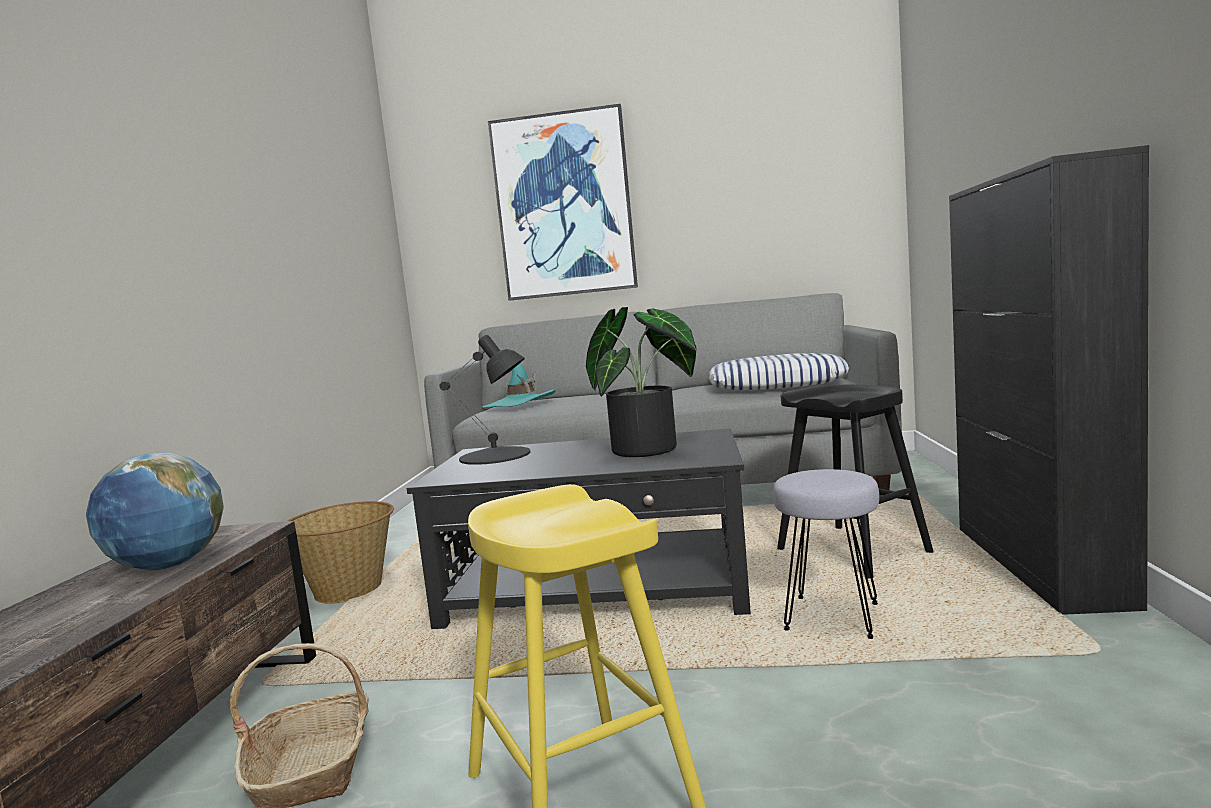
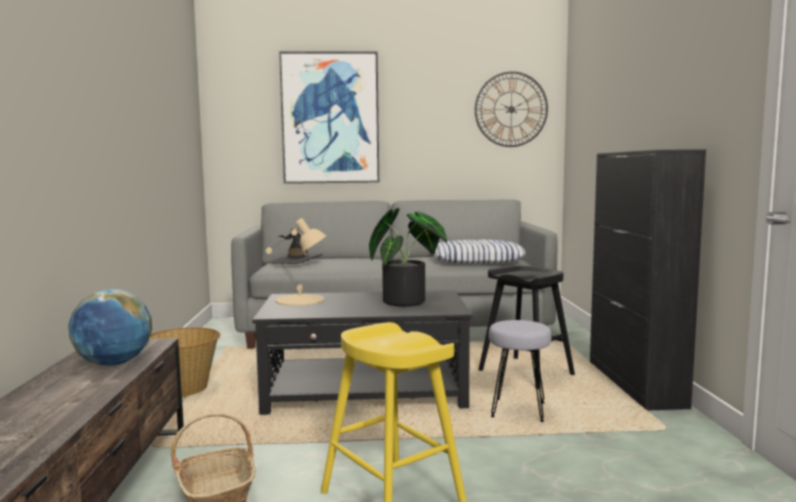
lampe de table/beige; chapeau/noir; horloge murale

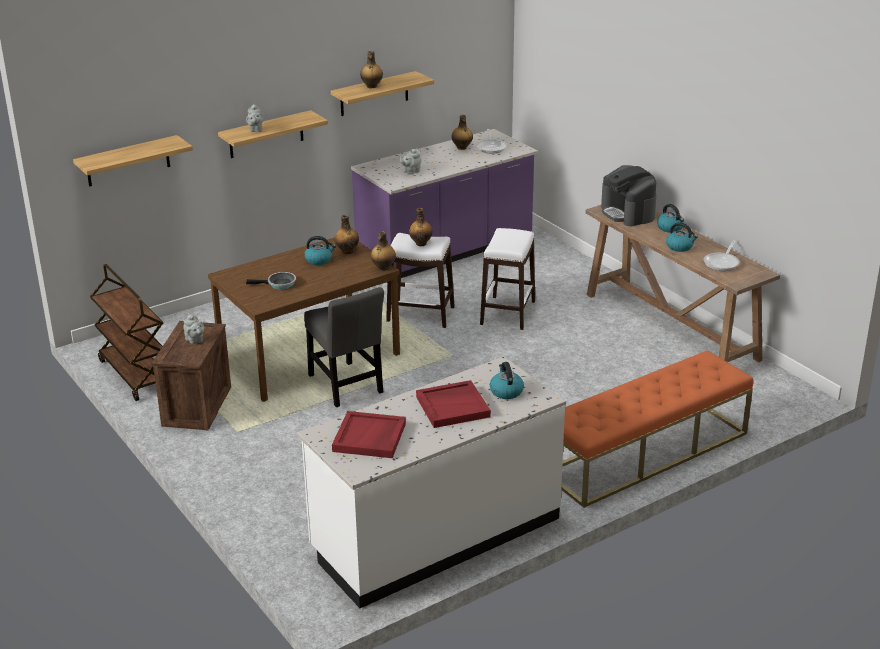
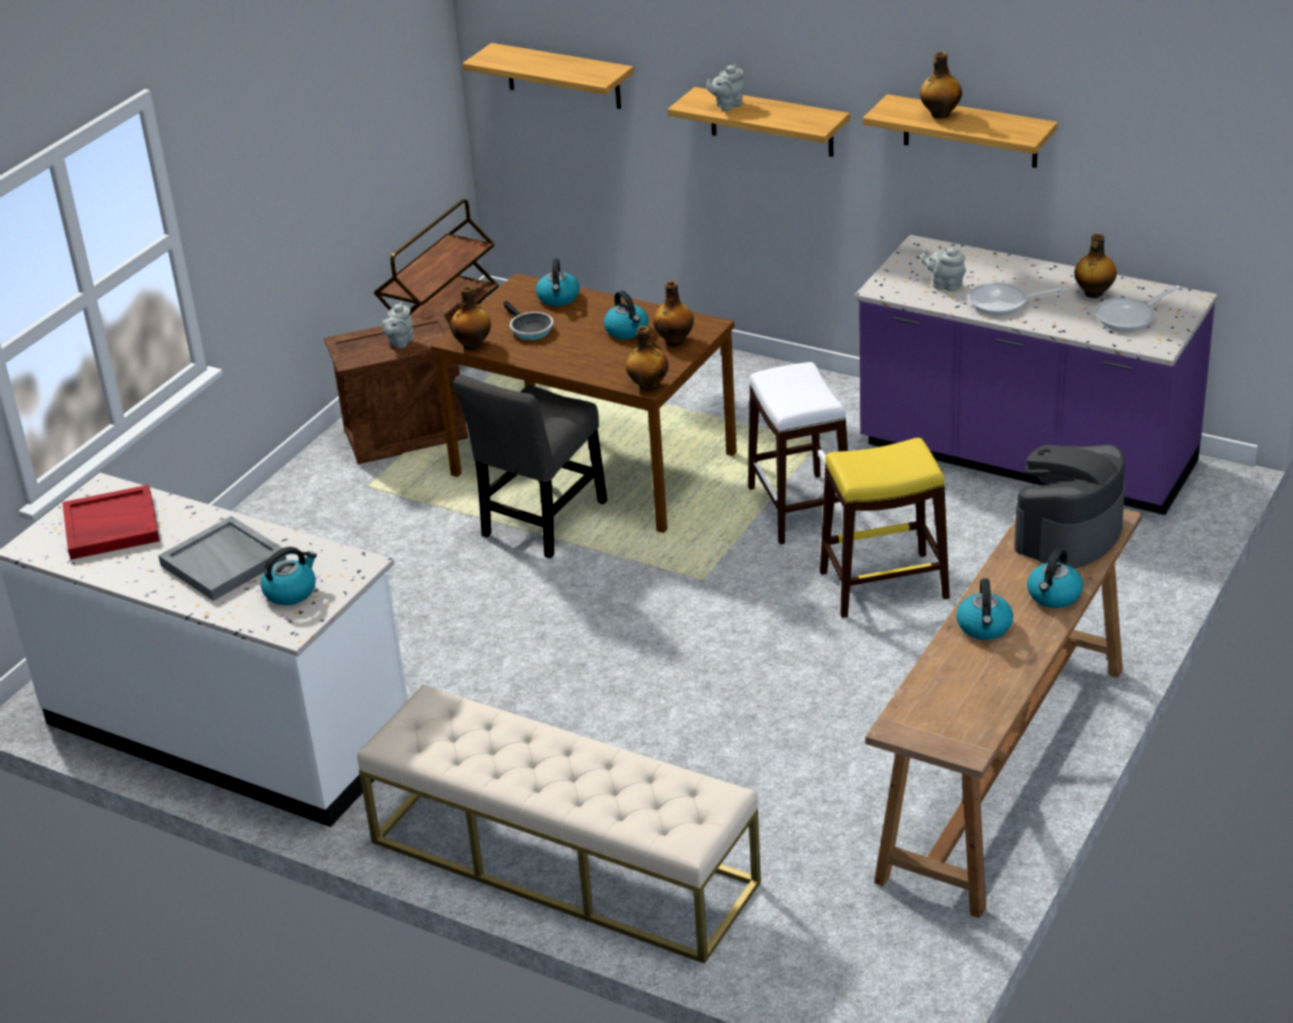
bouteille (no. 1 from left); plateau/gris; tabouret/jaune; banc/beige; poêle (no. 2 from left); bouilloire (no. 2 from left)

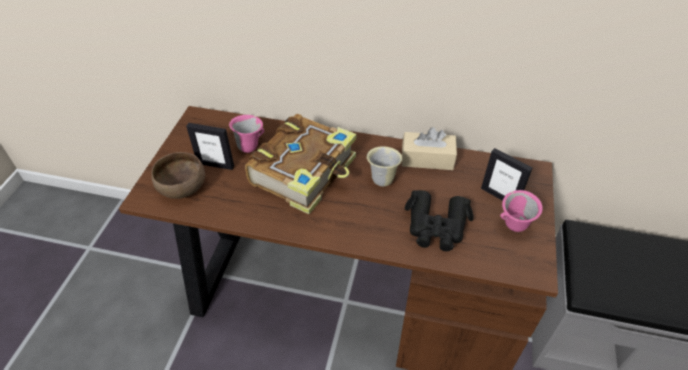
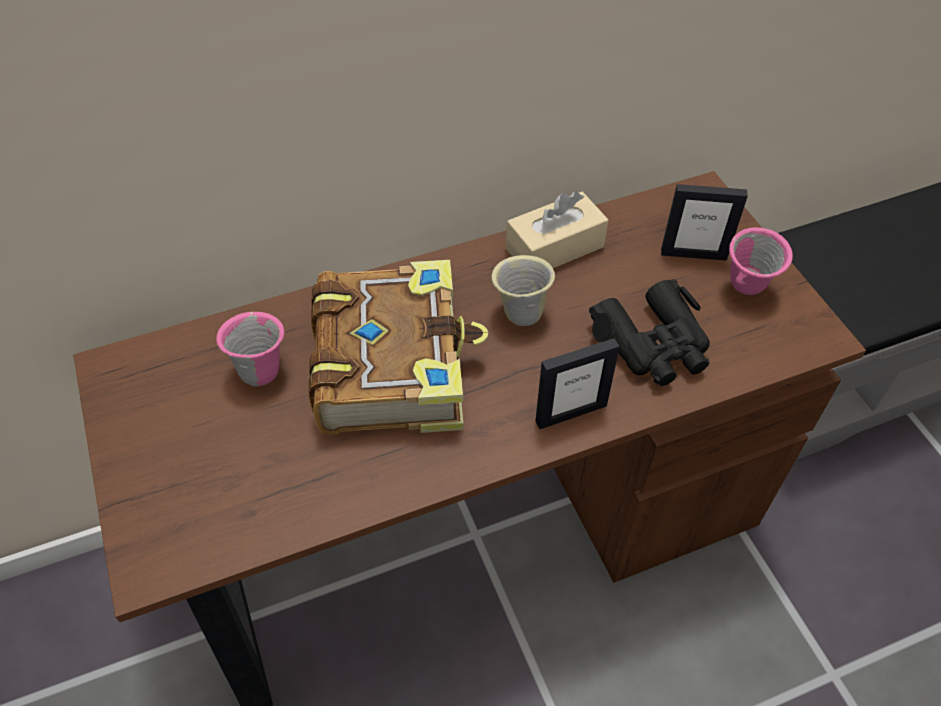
bol/marron; cadre photo (no. 1 from left)

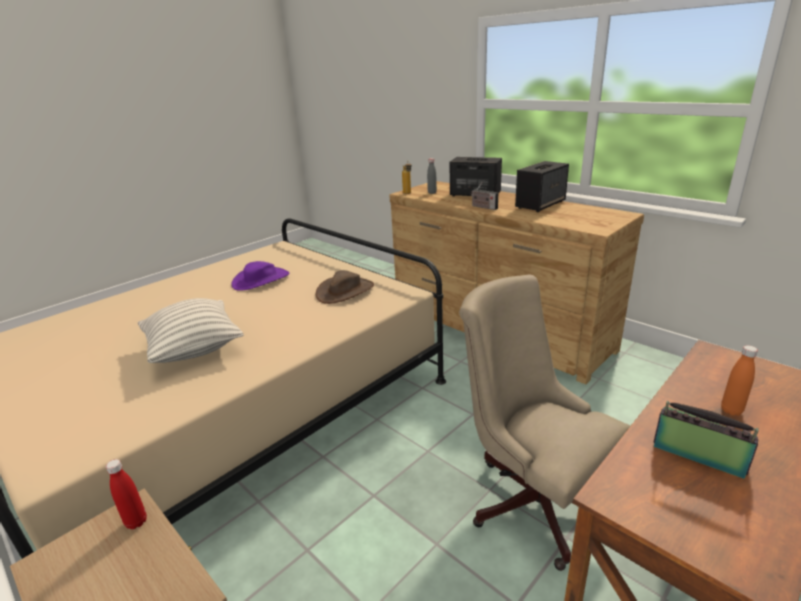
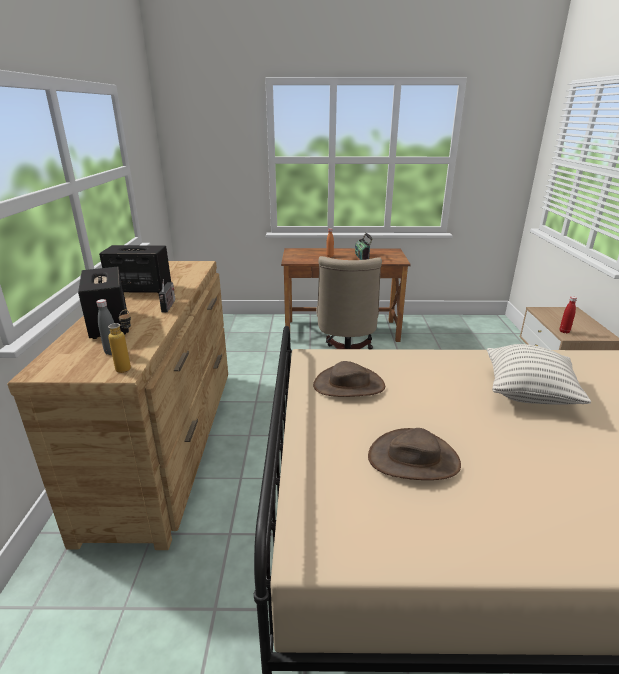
chapeau/marron (no. 2 from left)

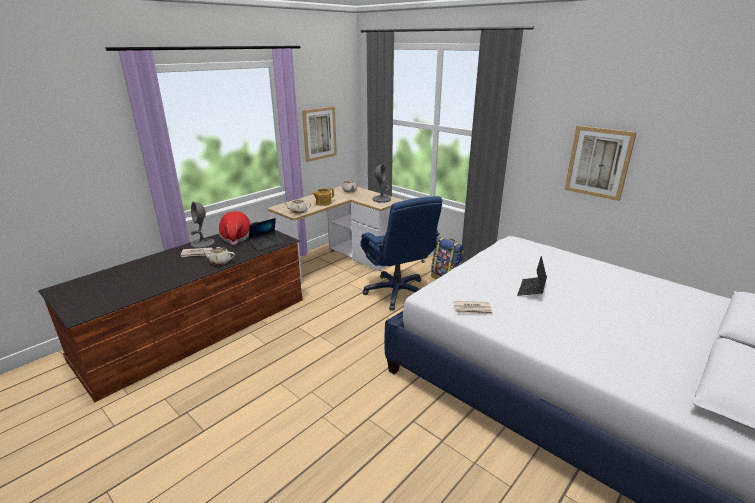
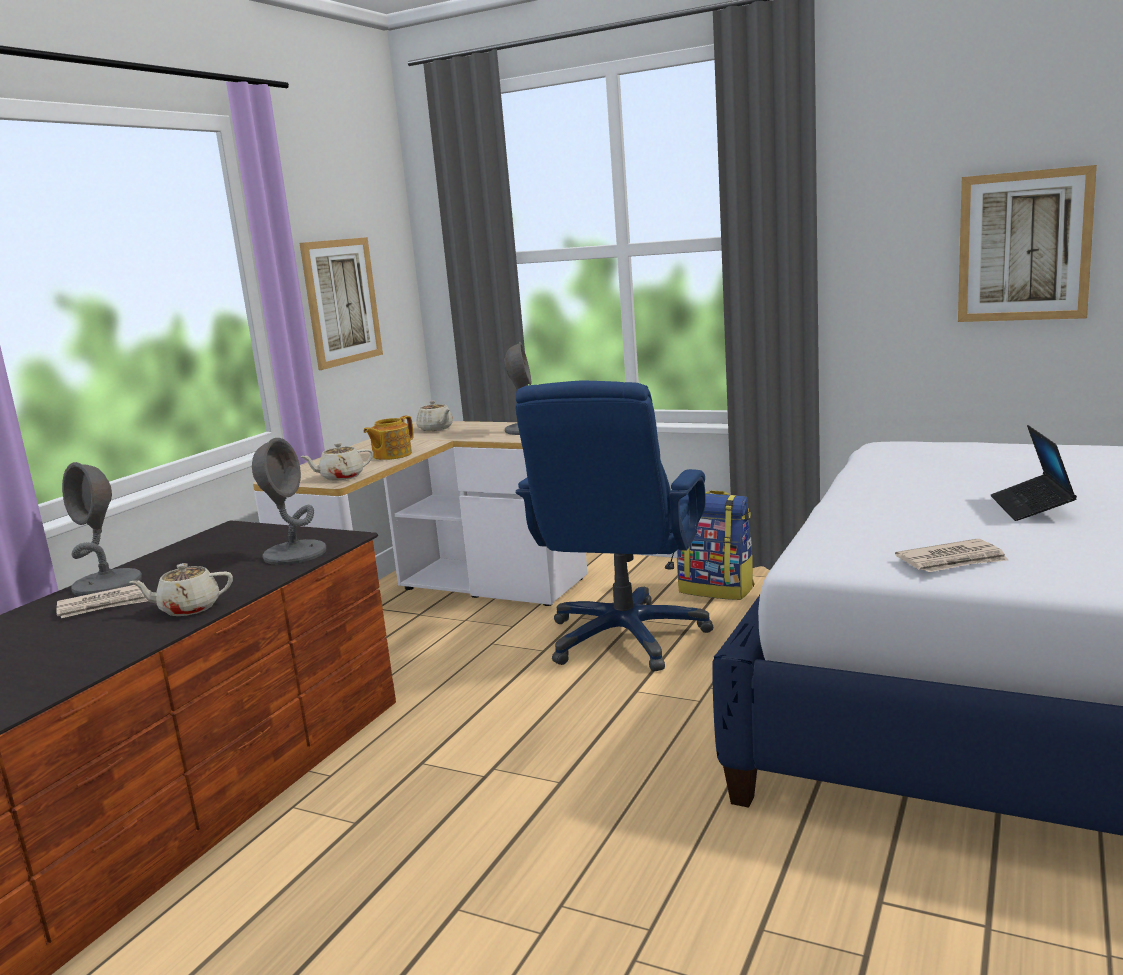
chapeau; lampe de table/gris (no. 2 from left); chaise de bureau/bleu

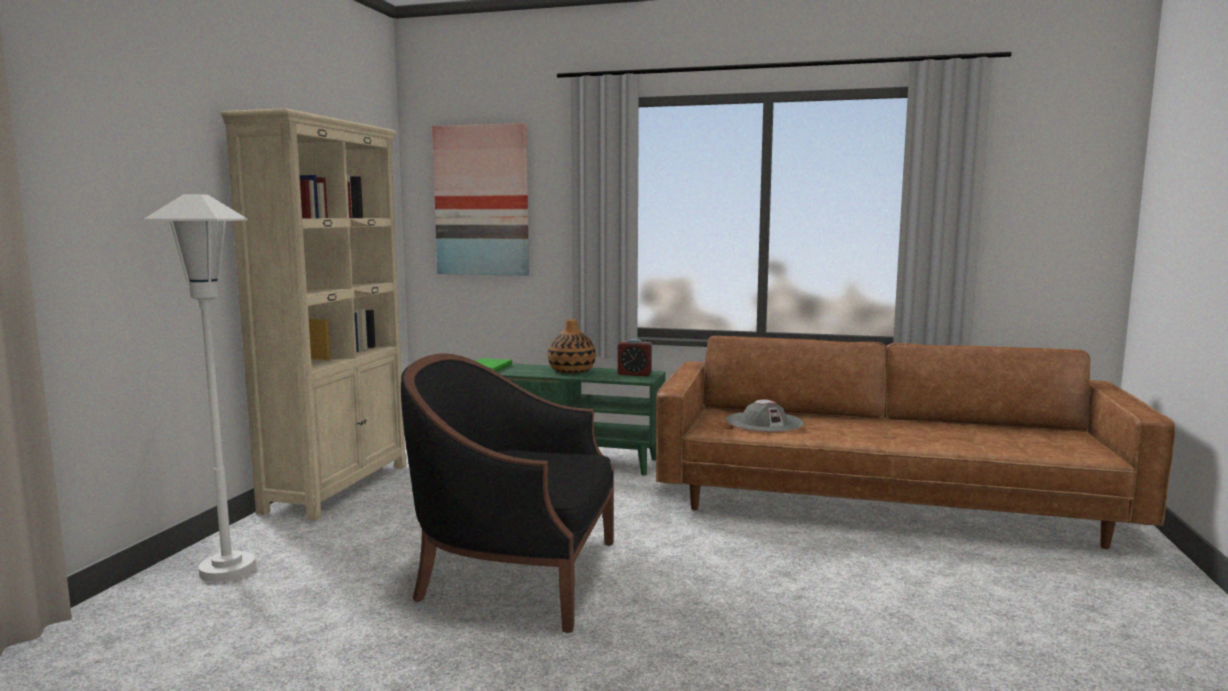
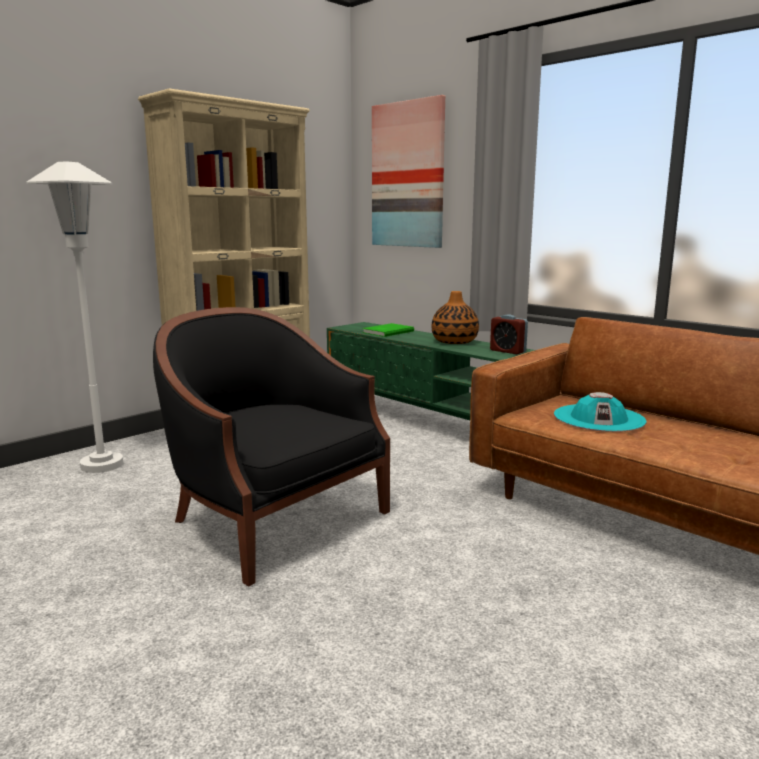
chapeau/turquoise

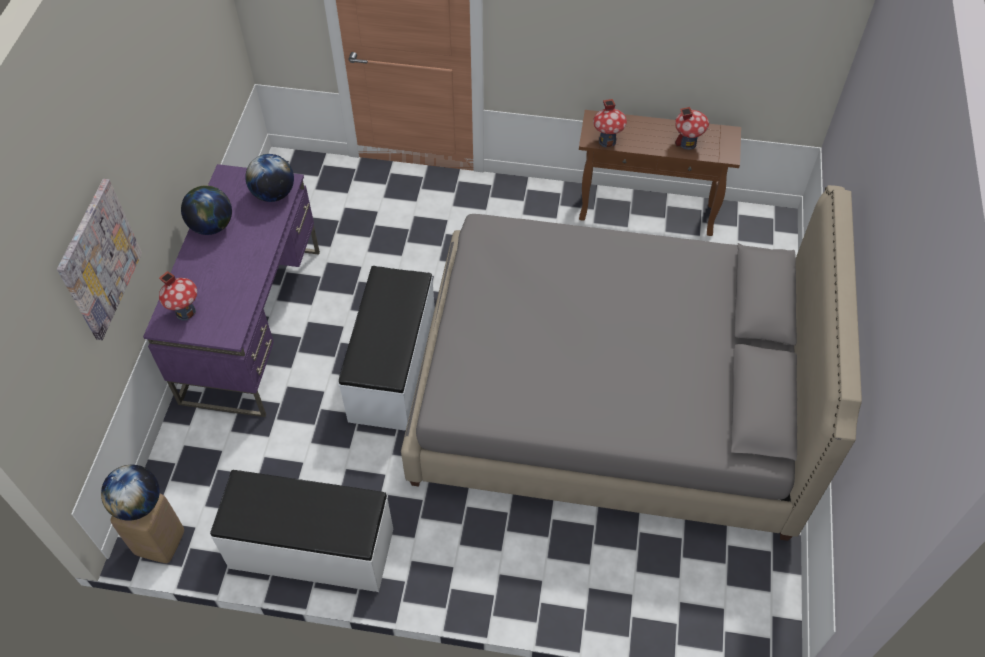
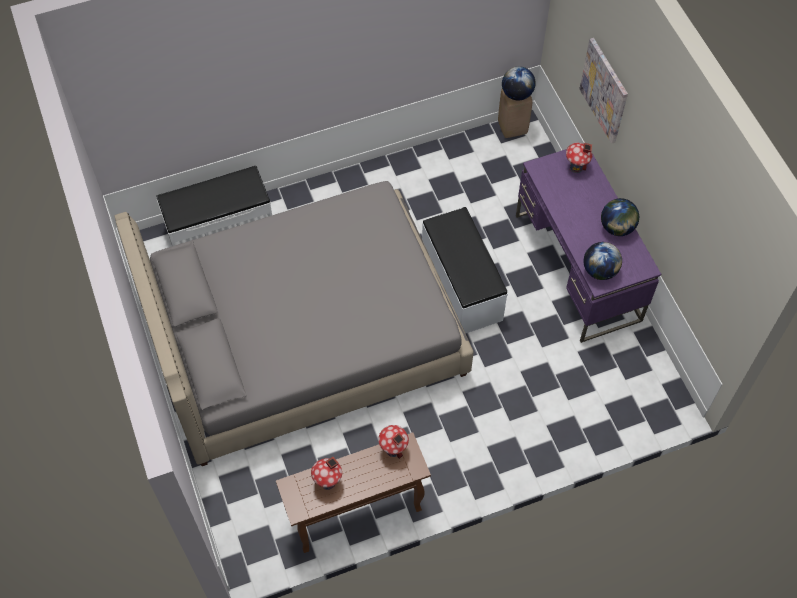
banc/blanc (no. 1 from left)

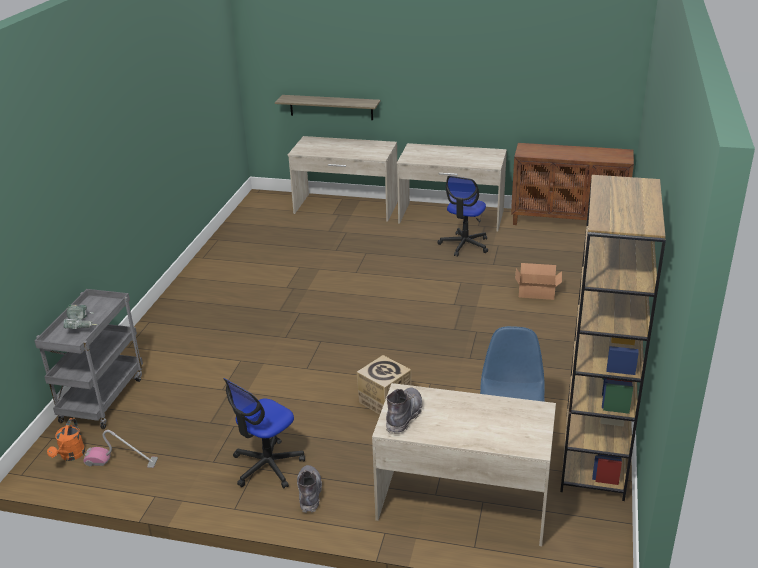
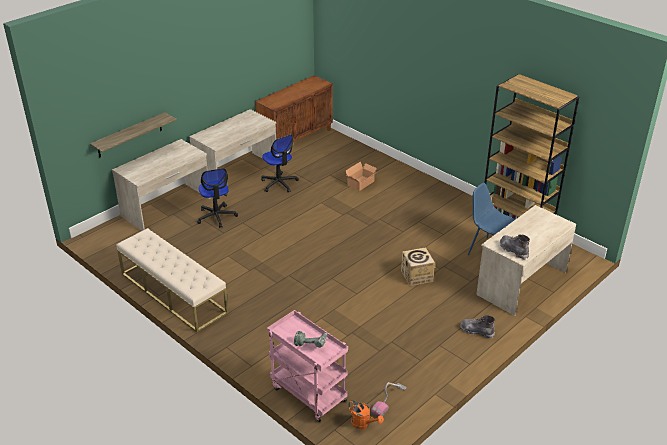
chariot/rose; chaise de bureau (no. 1 from left); banc/beige

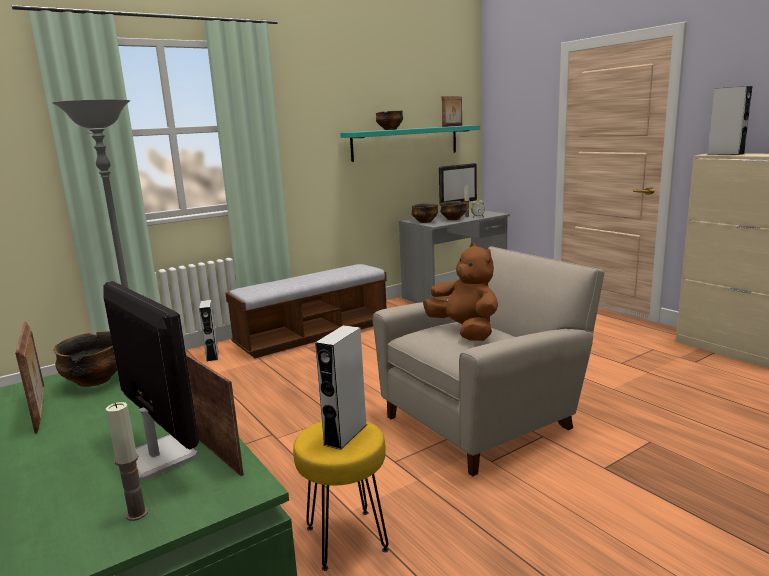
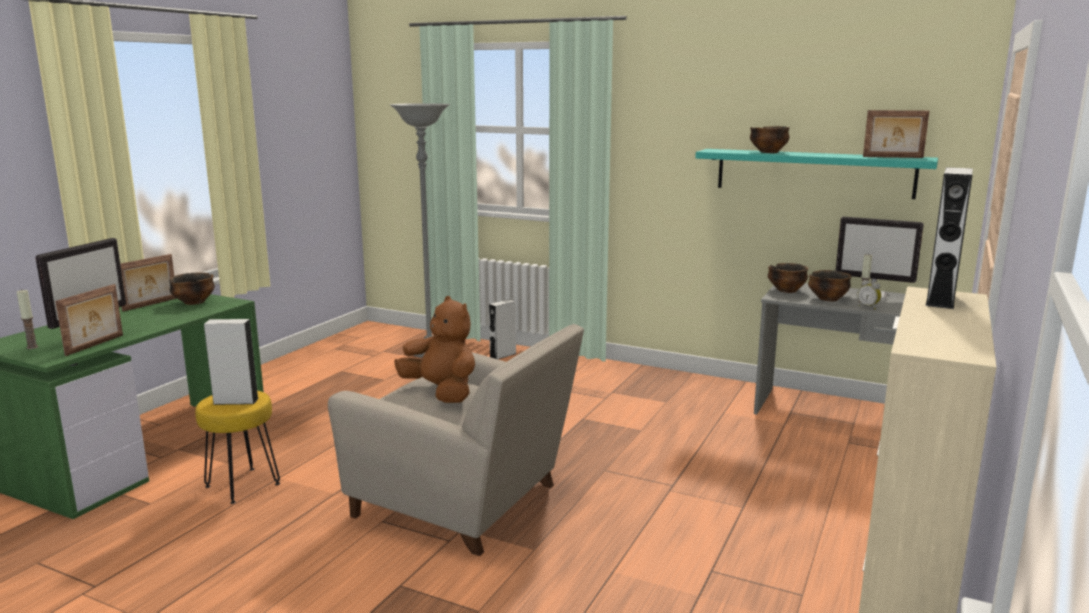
banc; peluche/marron

